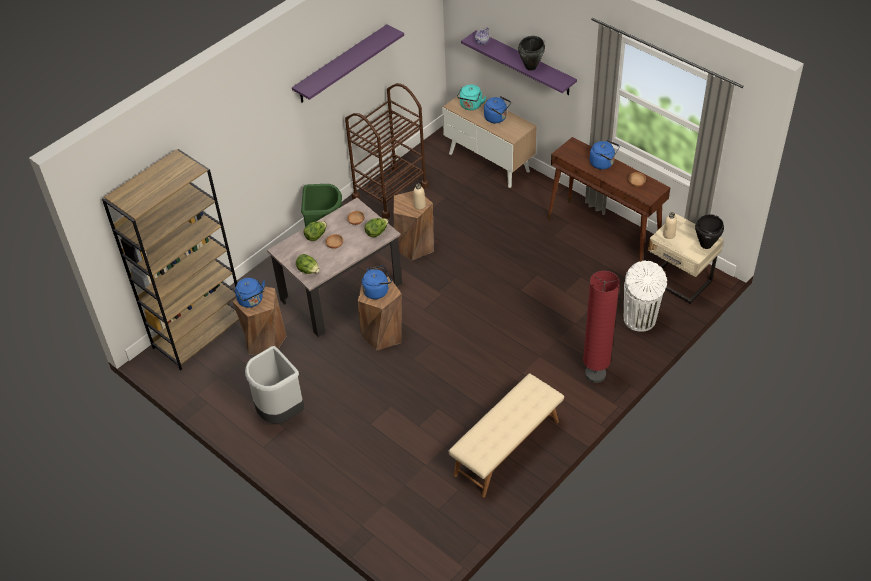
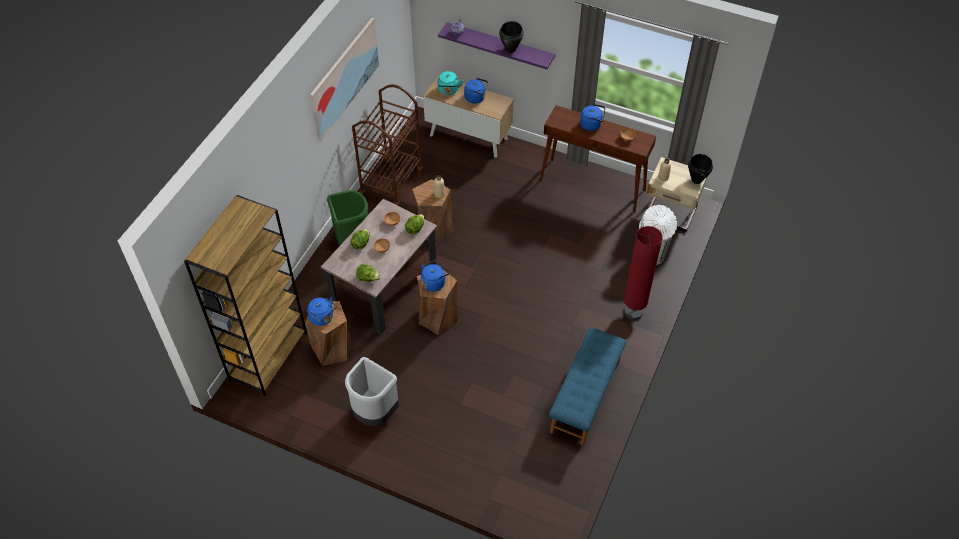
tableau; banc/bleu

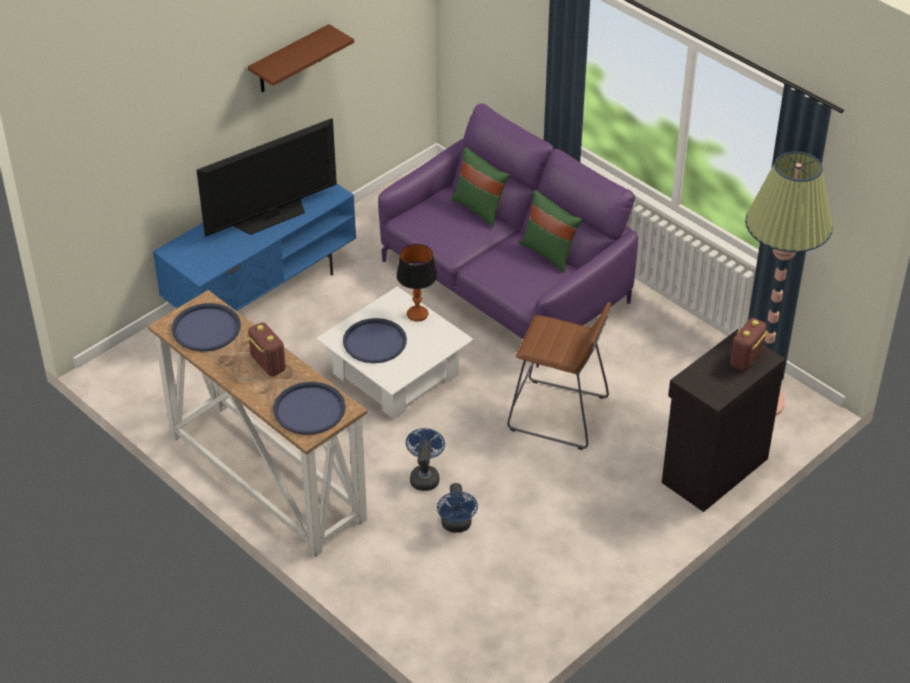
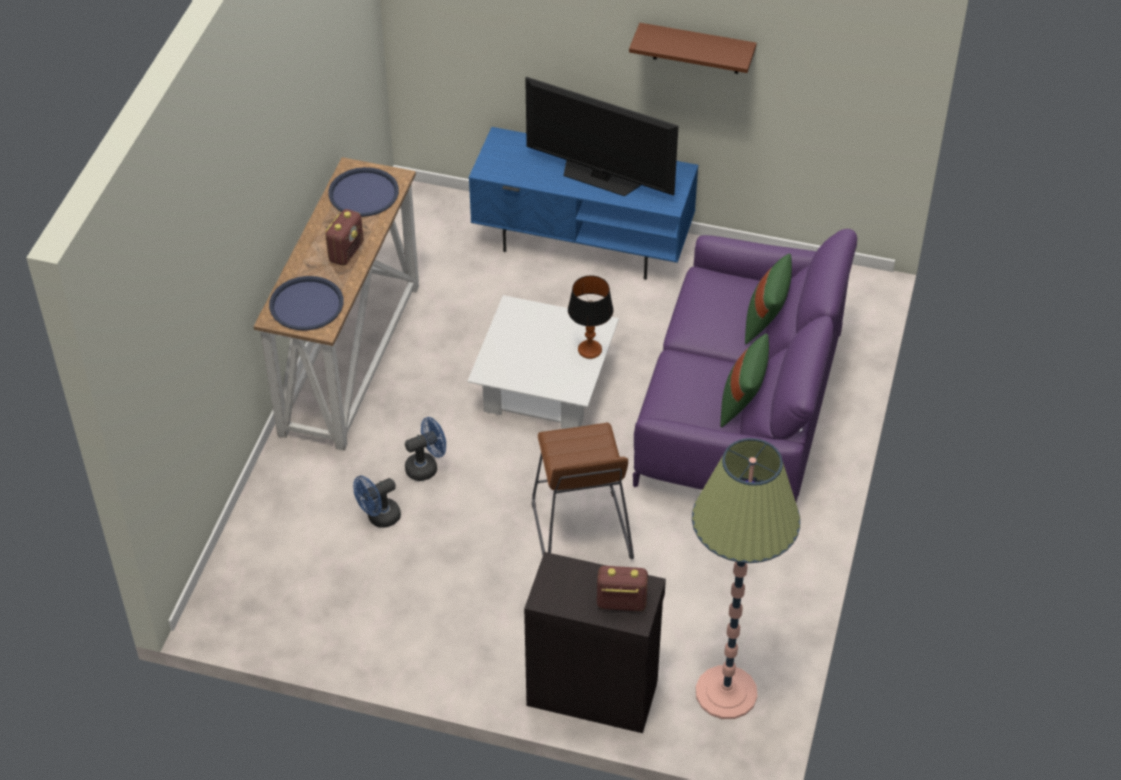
plateau/bleu (no. 3 from left in the first image)

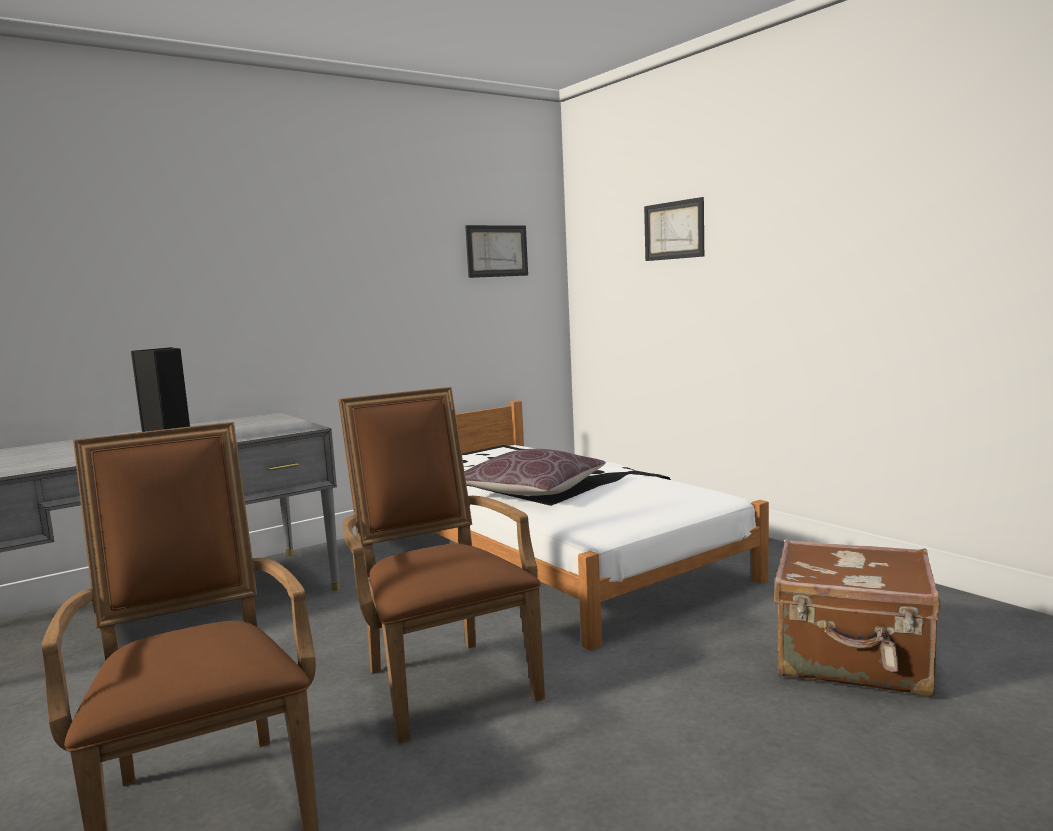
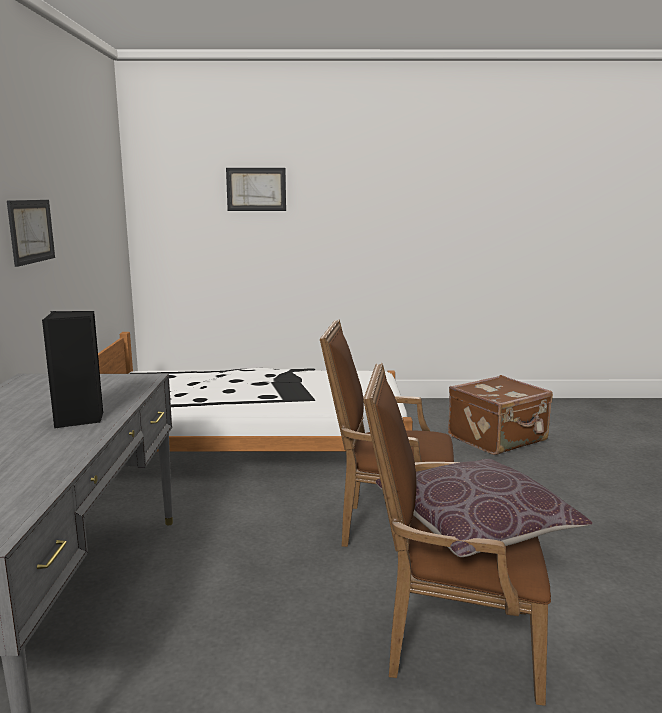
coussin/marron; tableau (no. 1 from left)

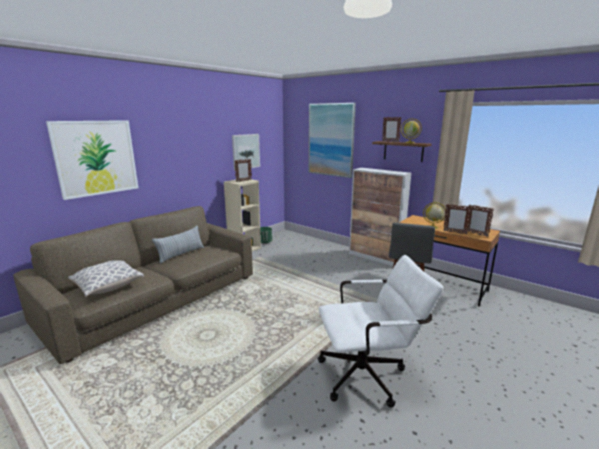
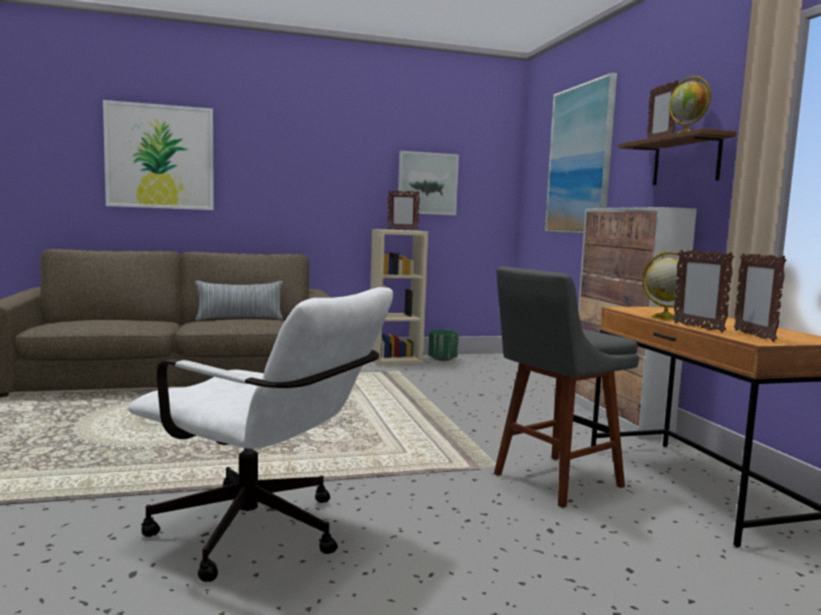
coussin (no. 1 from left in the first image)

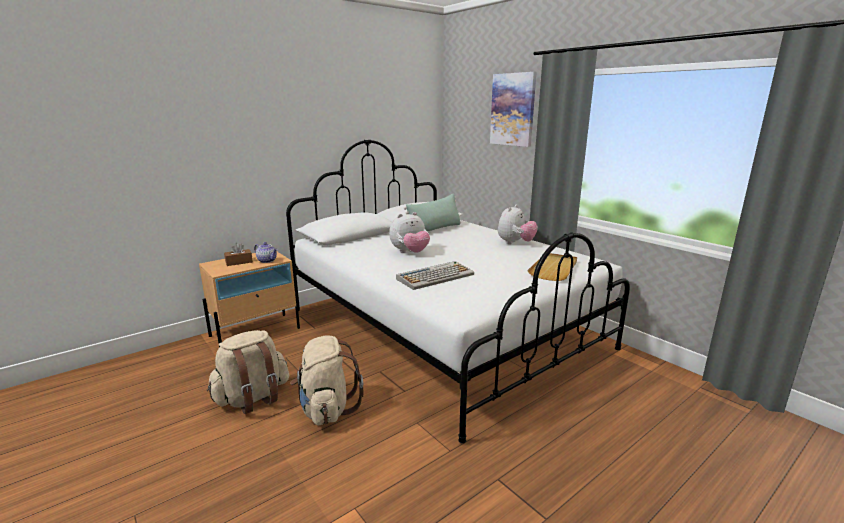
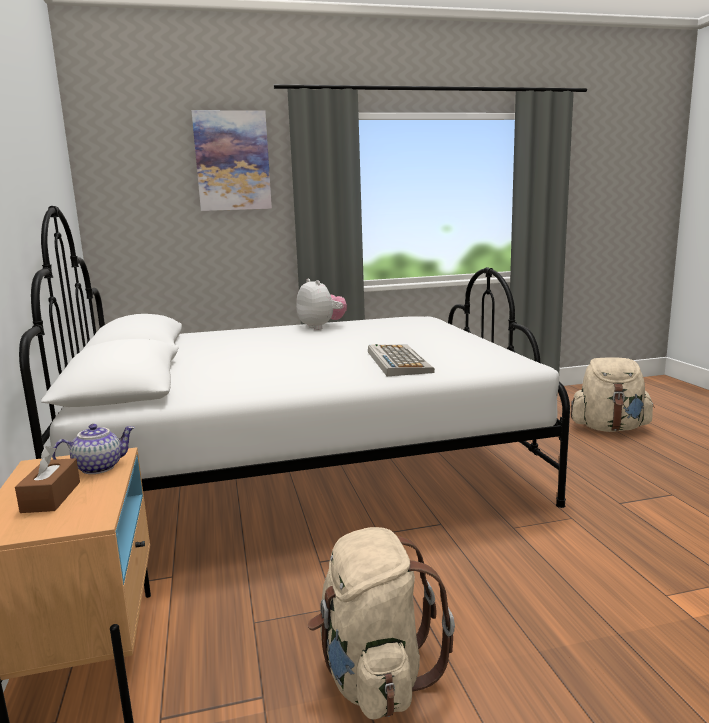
sac à dos/beige (no. 2 from left); peluche (no. 1 from left in the first image); coussin/vert; plateau/beige

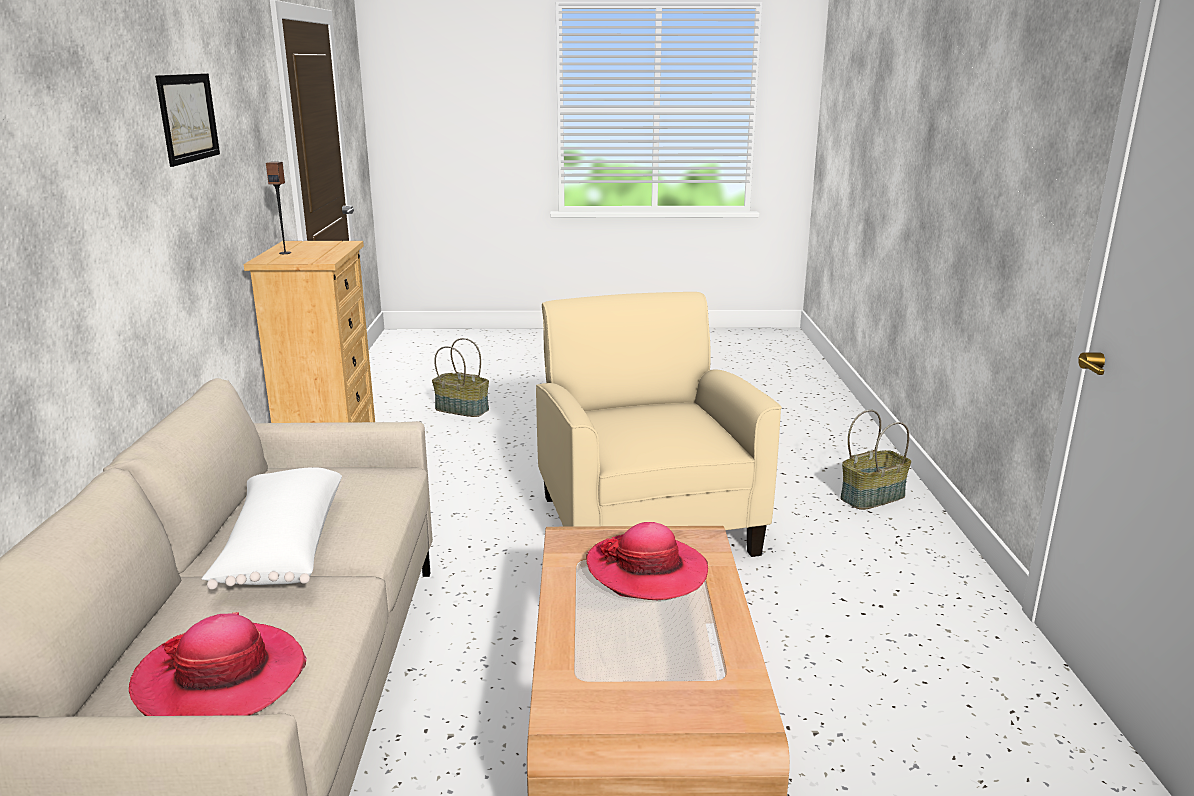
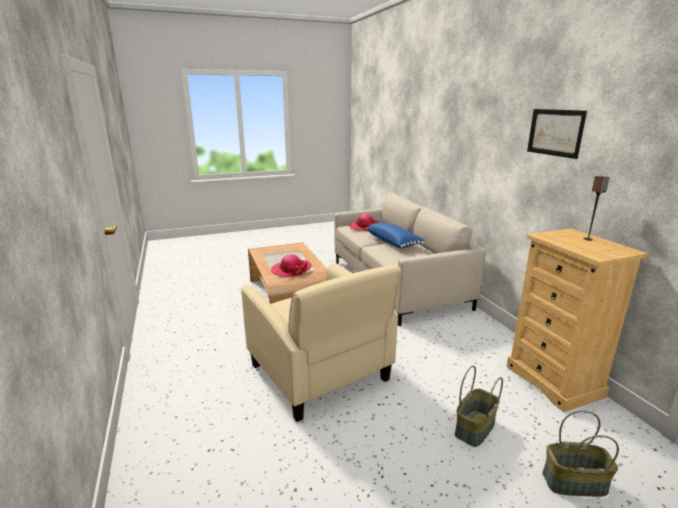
coussin/bleu; panier (no. 1 from left)

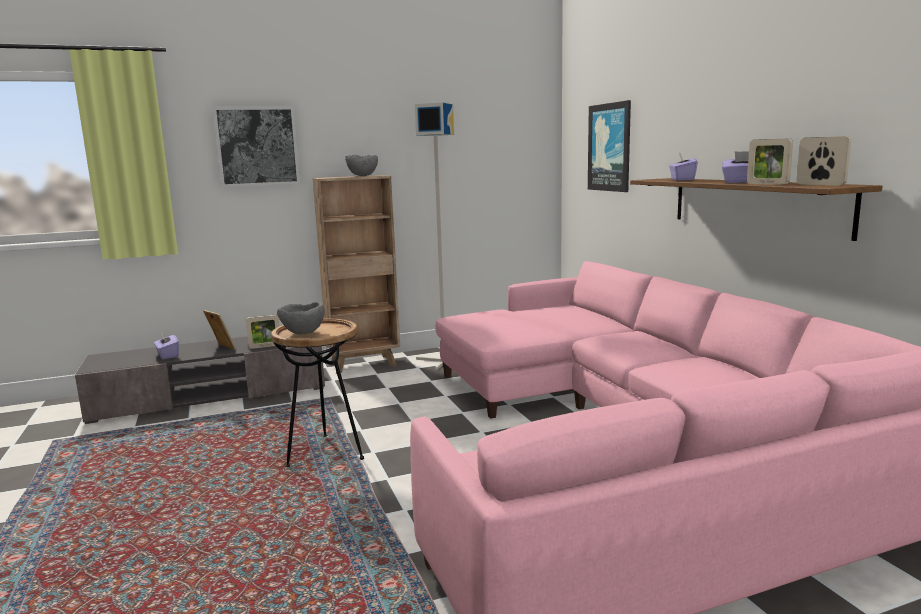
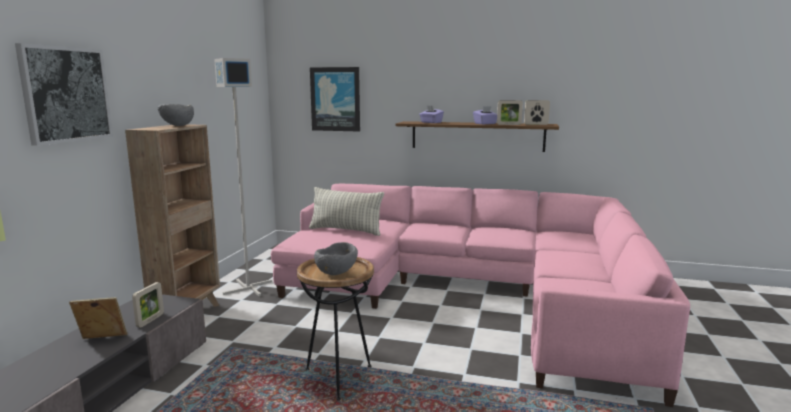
boîte à mouchoirs/violet (no. 1 from left in the first image); coussin

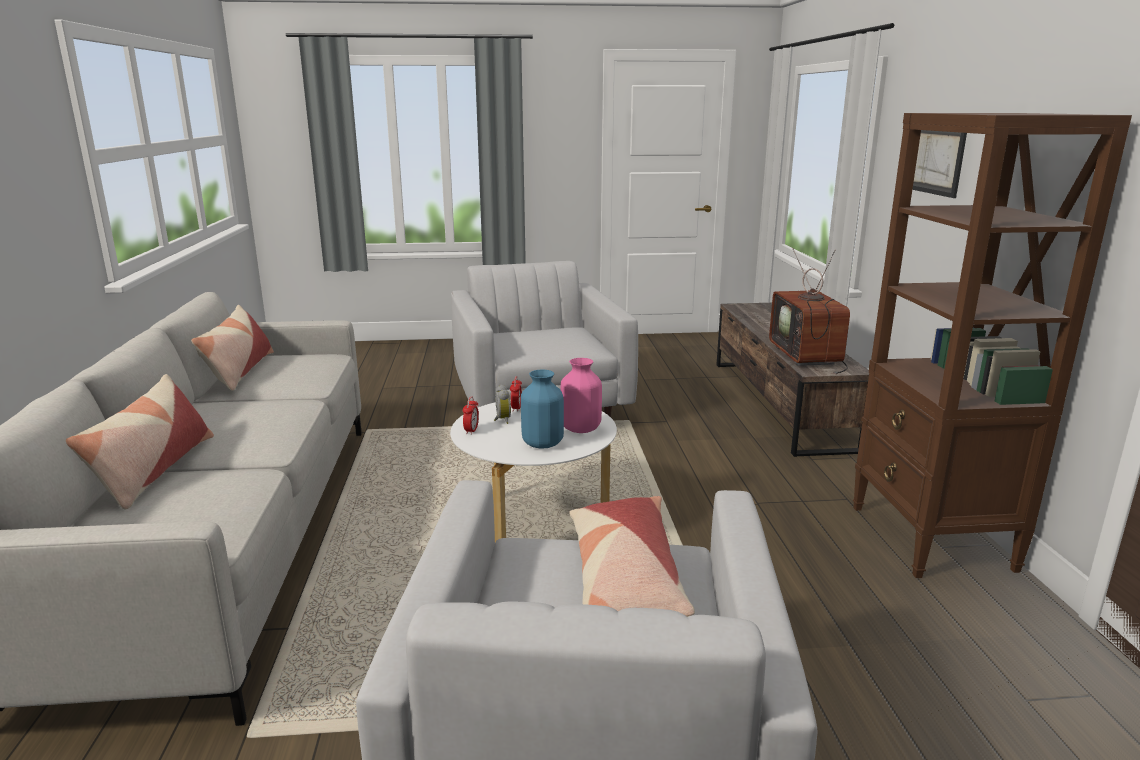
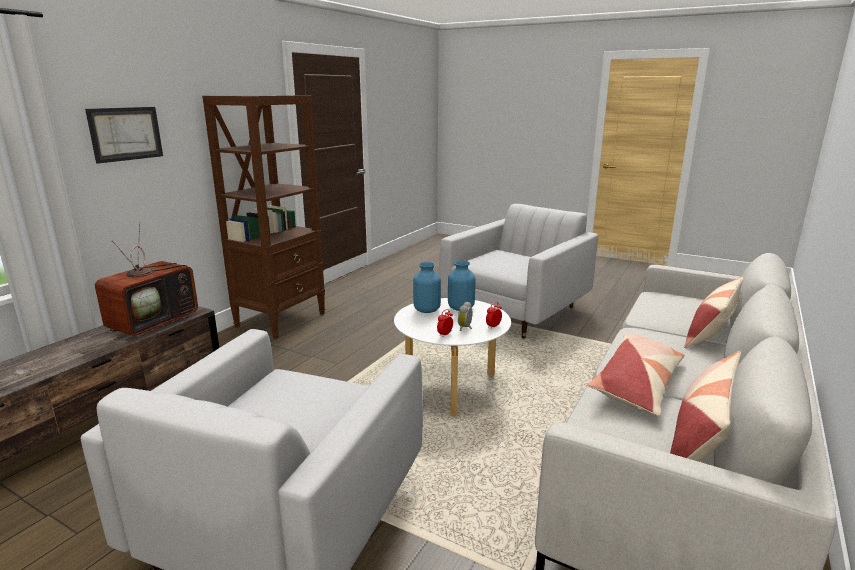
vase/bleu (no. 1 from left); coussin (no. 1 from left)

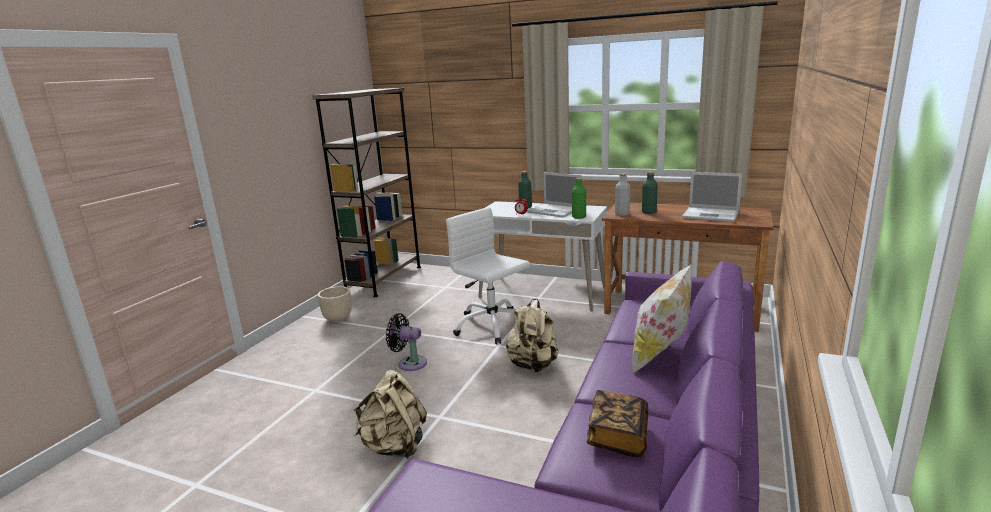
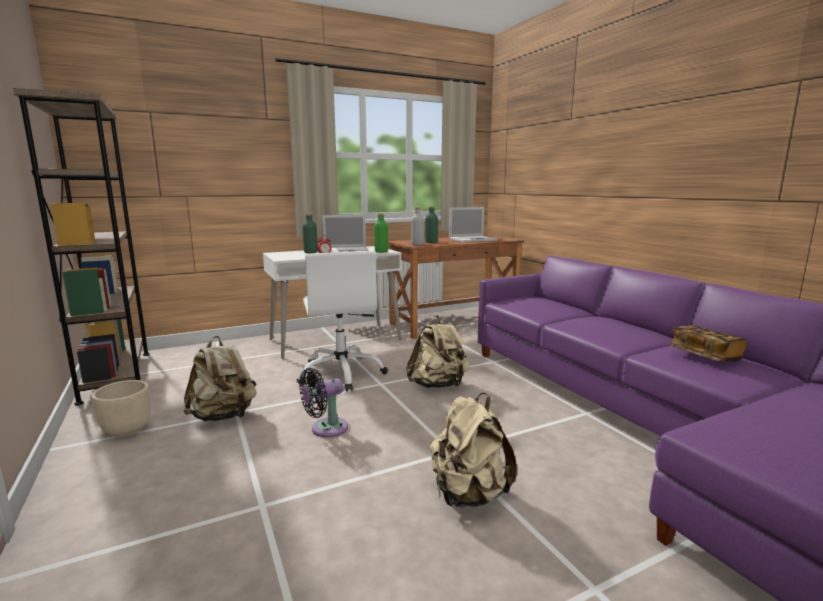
chaise de bureau/blanc; coussin; sac à dos/beige (no. 1 from left)

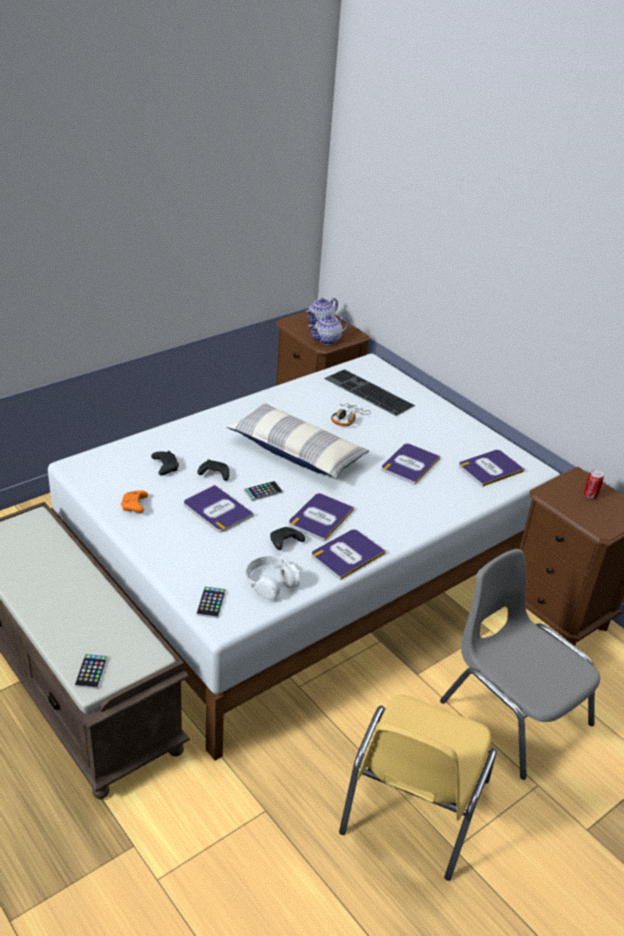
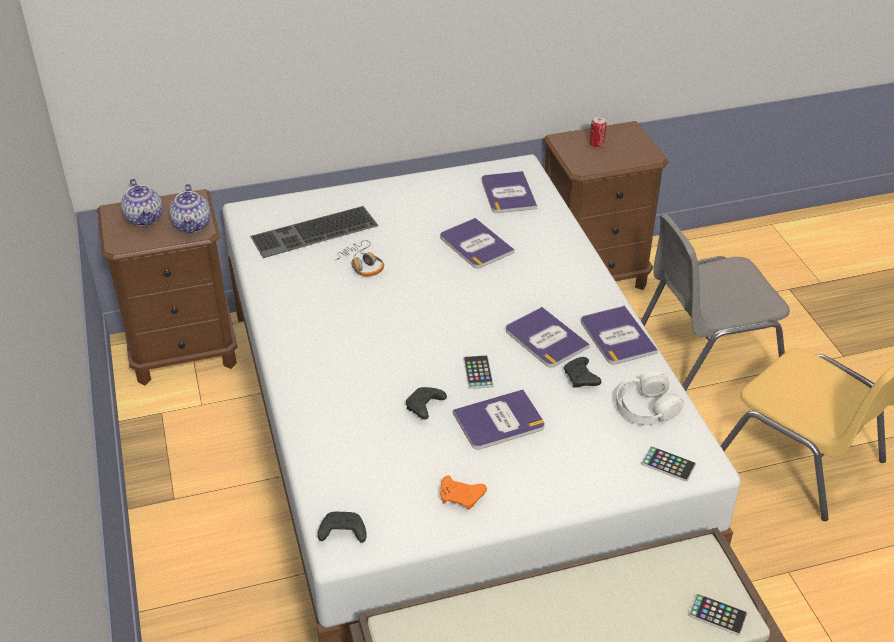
manette/noir (no. 1 from left); coussin

